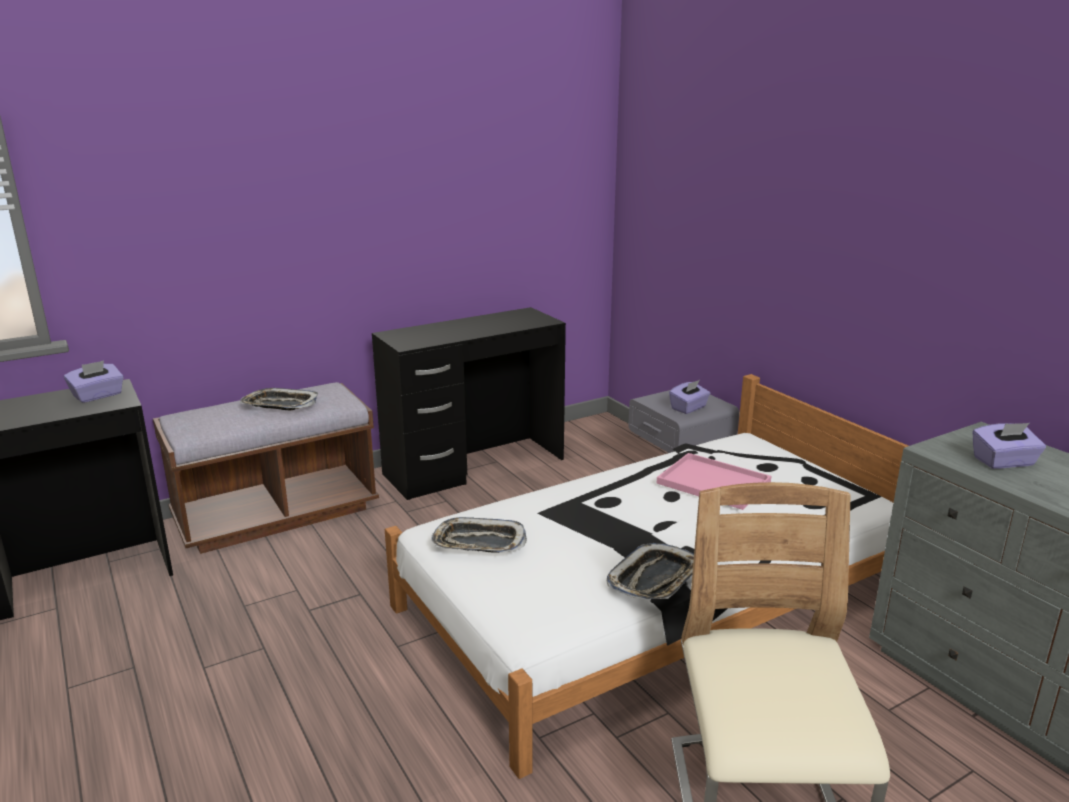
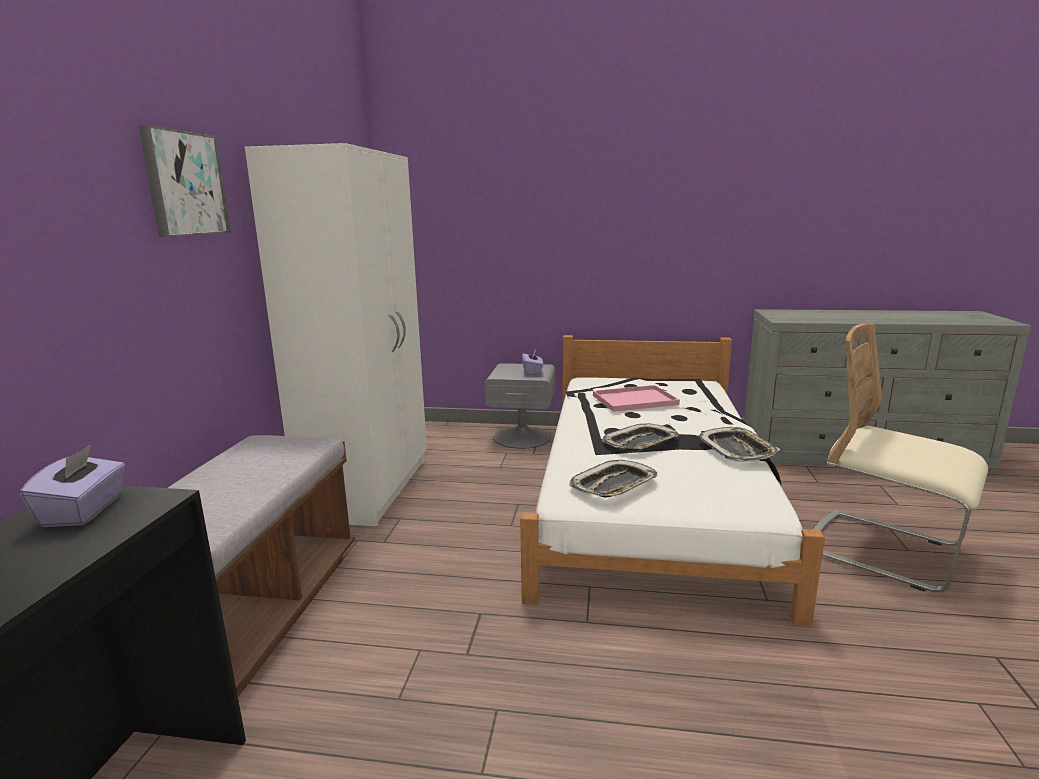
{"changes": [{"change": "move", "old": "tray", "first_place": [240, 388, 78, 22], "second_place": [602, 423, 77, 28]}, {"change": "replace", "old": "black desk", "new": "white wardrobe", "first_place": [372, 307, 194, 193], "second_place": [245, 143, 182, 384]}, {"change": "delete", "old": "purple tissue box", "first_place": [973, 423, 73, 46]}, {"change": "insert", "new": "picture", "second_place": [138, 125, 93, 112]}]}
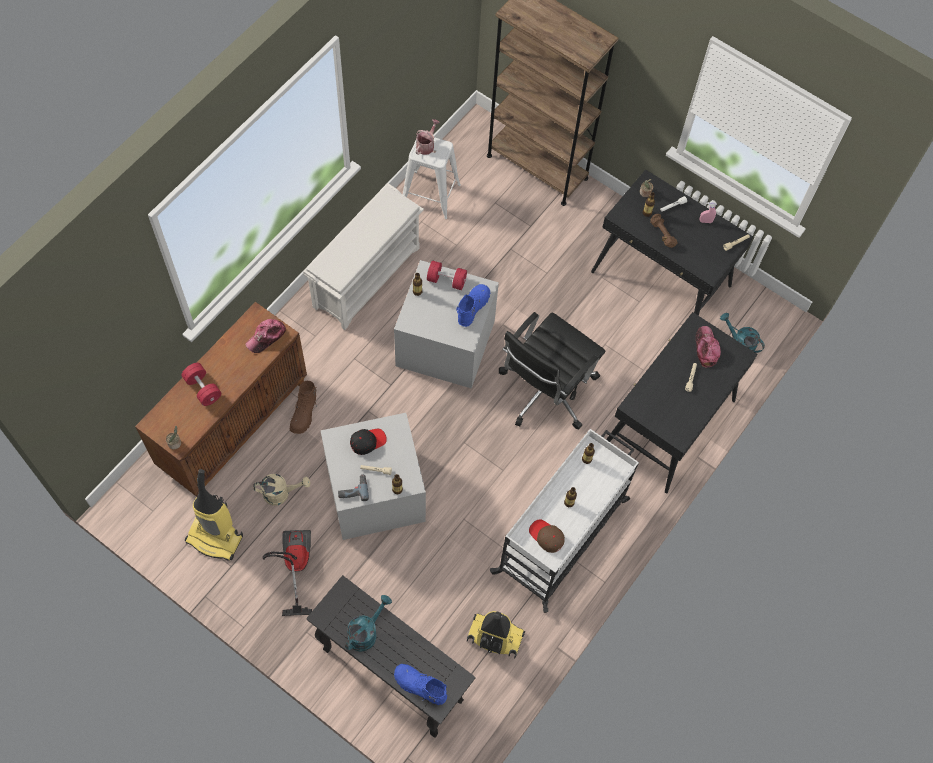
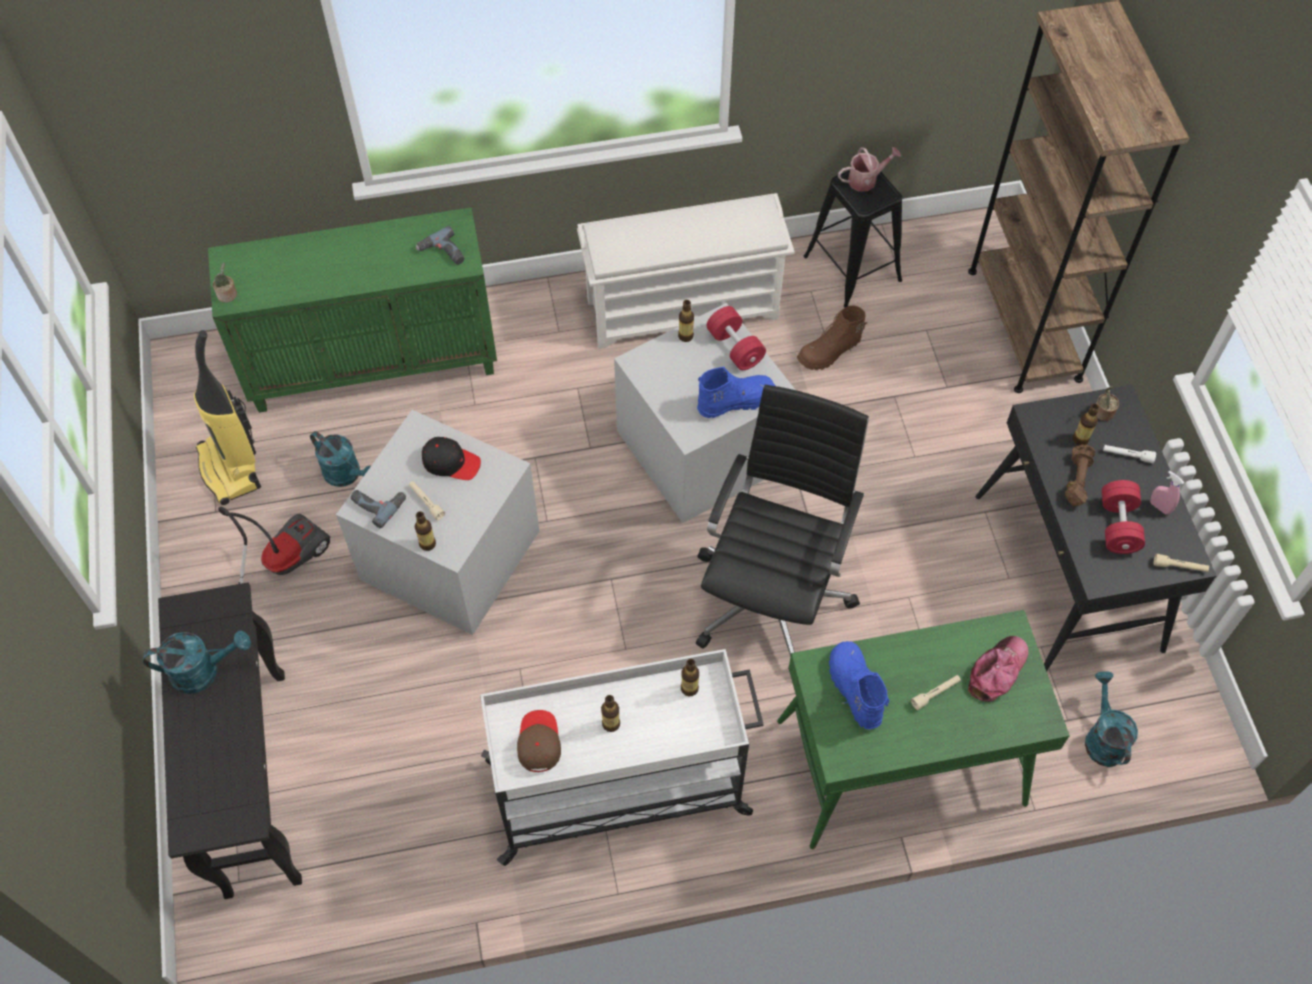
{"changes": [{"change": "recolor", "old": "brown cabinet", "new": "green cabinet", "first_place": [135, 302, 172, 194], "second_place": [208, 207, 289, 206]}, {"change": "move", "old": "red dumbbell", "first_place": [182, 363, 39, 43], "second_place": [1102, 480, 43, 74]}, {"change": "replace", "old": "cap", "new": "power drill", "first_place": [245, 319, 41, 34], "second_place": [416, 226, 48, 38]}, {"change": "recolor", "old": "beige watering can", "new": "turquoise watering can", "first_place": [253, 474, 57, 32], "second_place": [310, 431, 61, 56]}, {"change": "move", "old": "brown boot", "first_place": [289, 381, 28, 53], "second_place": [797, 305, 70, 65]}, {"change": "move", "old": "blue boot", "first_place": [394, 664, 53, 41], "second_place": [829, 641, 60, 88]}, {"change": "recolor", "old": "white stool", "new": "black stool", "first_place": [403, 137, 58, 82], "second_place": [804, 170, 98, 138]}, {"change": "delete", "old": "vacuum cleaner", "first_place": [467, 611, 58, 47]}, {"change": "rotate", "old": "black office chair", "first_place": [499, 312, 106, 118], "second_place": [696, 384, 173, 288], "degrees": 120}, {"change": "recolor", "old": "black desk", "new": "green desk", "first_place": [606, 312, 151, 181], "second_place": [777, 610, 293, 239]}]}
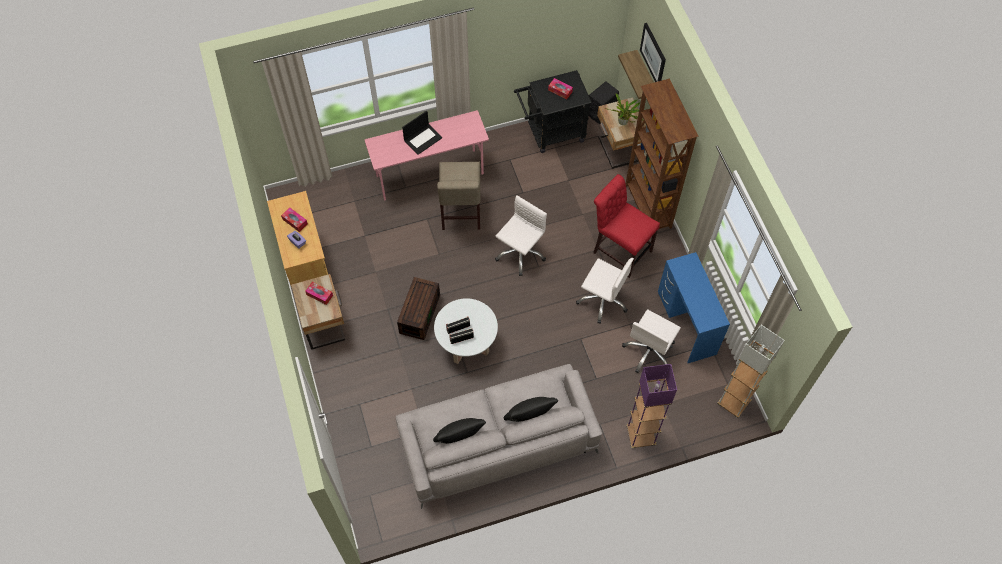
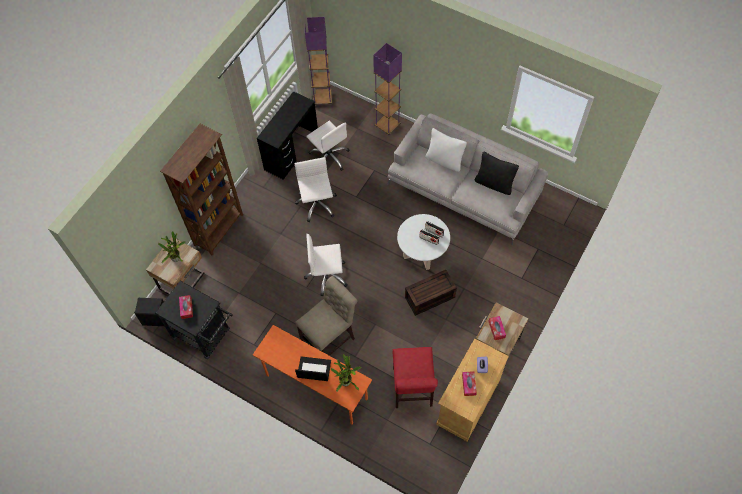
{"changes": [{"change": "recolor", "old": "pink desk", "new": "orange desk", "first_place": [365, 110, 124, 90], "second_place": [253, 325, 119, 100]}, {"change": "recolor", "old": "black pillow", "new": "white pillow", "first_place": [504, 397, 54, 25], "second_place": [425, 128, 42, 44]}, {"change": "move", "old": "red chair", "first_place": [593, 174, 67, 104], "second_place": [393, 347, 45, 61]}, {"change": "delete", "old": "shelf", "first_place": [618, 50, 36, 49]}, {"change": "rotate", "old": "white office chair", "first_place": [622, 309, 59, 64], "second_place": [306, 121, 43, 50], "degrees": 60}, {"change": "delete", "old": "picture", "first_place": [640, 23, 26, 59]}, {"change": "recolor", "old": "blue desk", "new": "black desk", "first_place": [658, 252, 72, 111], "second_place": [257, 91, 61, 89]}, {"change": "recolor", "old": "white floor lamp", "new": "purple floor lamp", "first_place": [717, 325, 68, 93], "second_place": [305, 17, 27, 88]}, {"change": "insert", "new": "potted plant", "second_place": [331, 354, 30, 38]}]}
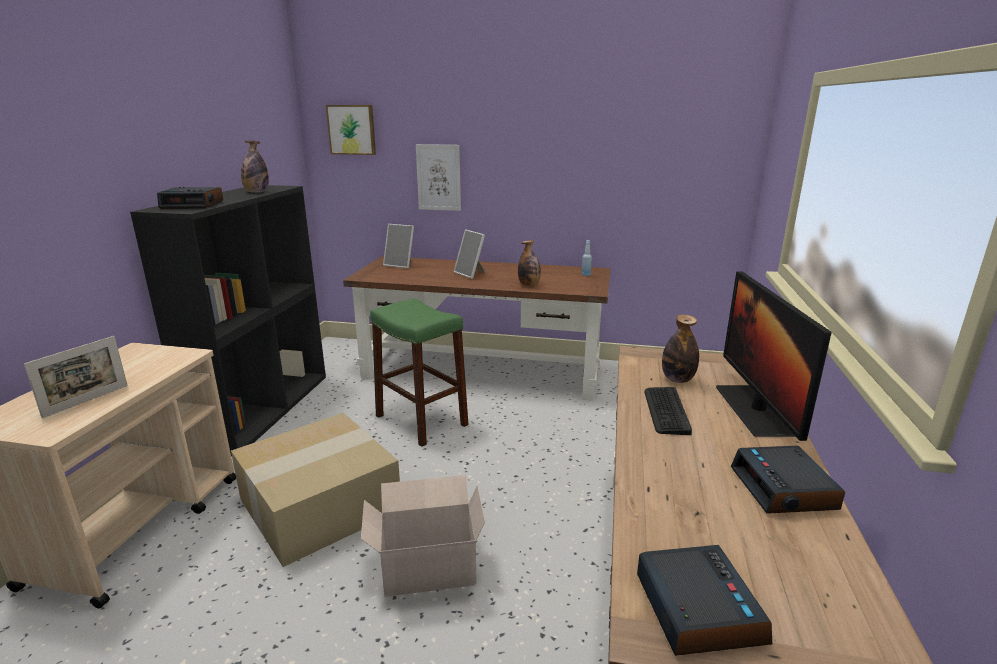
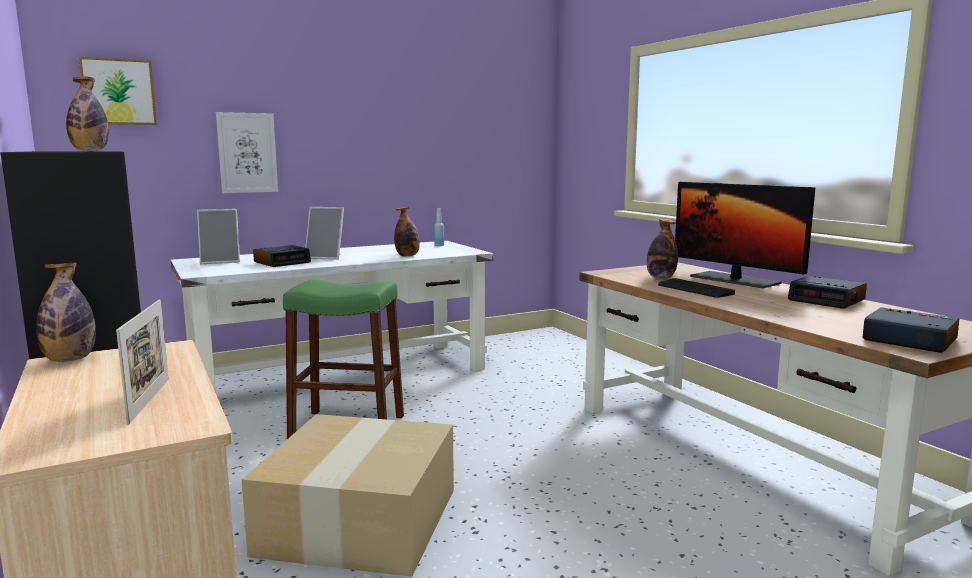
{"changes": [{"change": "move", "old": "alarm clock", "first_place": [157, 187, 66, 22], "second_place": [253, 245, 58, 22]}, {"change": "recolor", "old": "brown desk", "new": "white desk", "first_place": [343, 256, 268, 145], "second_place": [170, 241, 324, 152]}, {"change": "delete", "old": "cardboard box", "first_place": [361, 475, 124, 122]}, {"change": "insert", "new": "bottle", "second_place": [36, 263, 60, 99]}]}
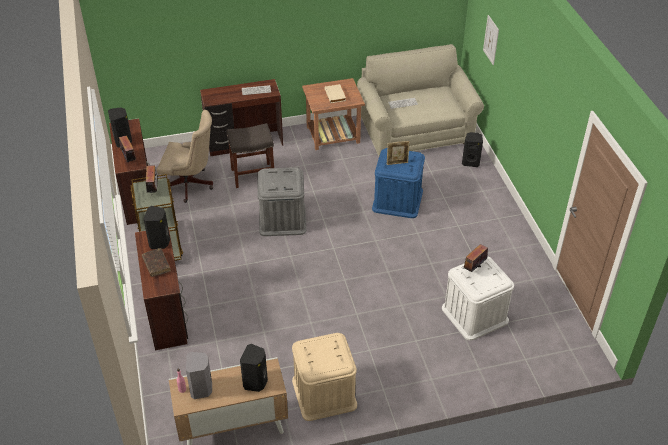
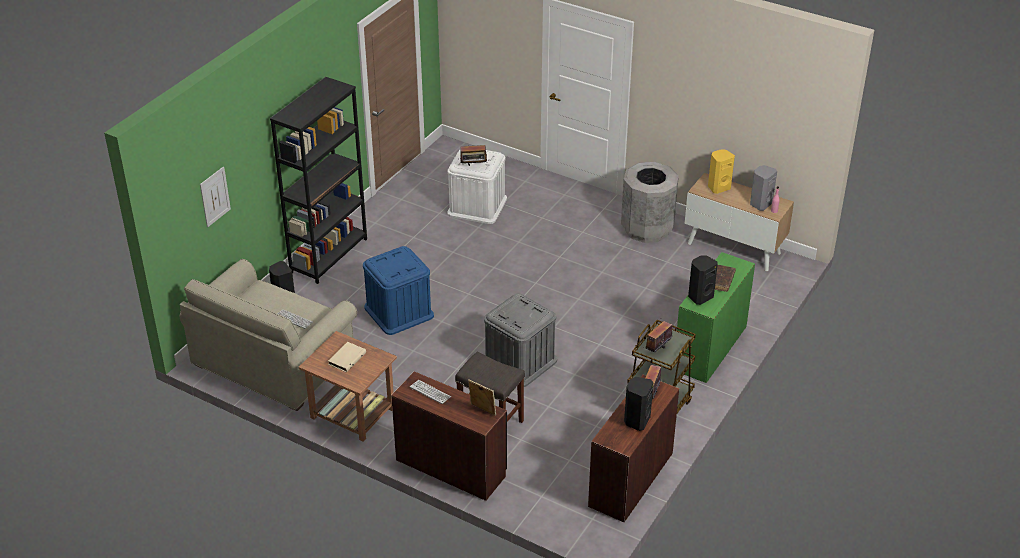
{"changes": [{"change": "recolor", "old": "brown desk", "new": "green desk", "first_place": [135, 227, 53, 123], "second_place": [677, 252, 78, 131]}, {"change": "delete", "old": "beige office chair", "first_place": [157, 110, 56, 93]}, {"change": "recolor", "old": "black speaker", "new": "yellow speaker", "first_place": [240, 344, 28, 48], "second_place": [708, 149, 27, 45]}, {"change": "replace", "old": "beige storage box", "new": "grey trash can", "first_place": [292, 333, 65, 88], "second_place": [621, 162, 58, 81]}, {"change": "move", "old": "picture frame", "first_place": [387, 141, 23, 24], "second_place": [468, 380, 28, 36]}, {"change": "insert", "new": "black bookcase", "second_place": [270, 77, 97, 207]}]}
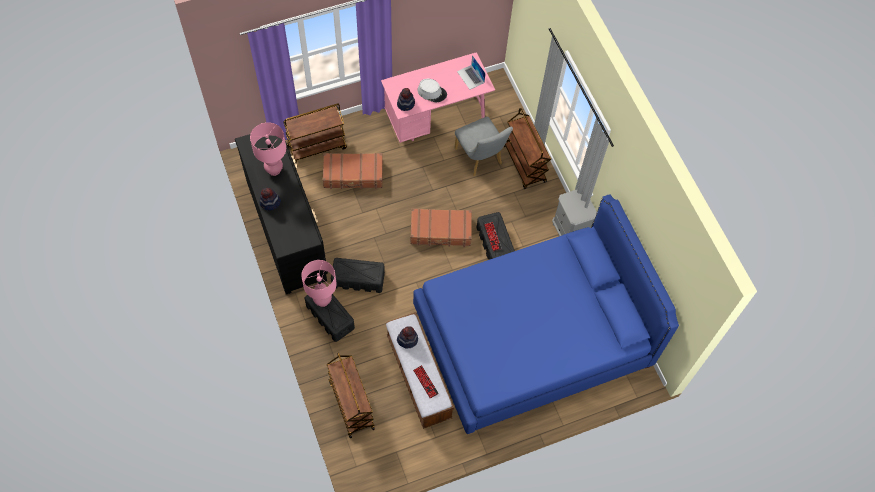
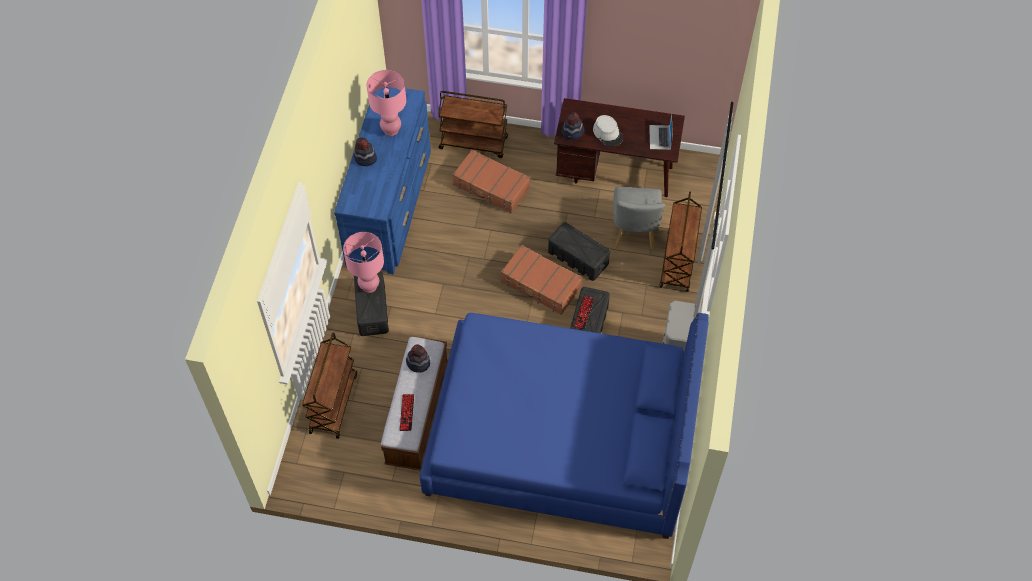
{"changes": [{"change": "recolor", "old": "black dresser", "new": "blue dresser", "first_place": [235, 134, 93, 160], "second_place": [334, 87, 97, 187]}, {"change": "move", "old": "black storage box", "first_place": [331, 258, 54, 35], "second_place": [548, 222, 62, 59]}, {"change": "recolor", "old": "pink desk", "new": "brown desk", "first_place": [381, 52, 114, 91], "second_place": [554, 98, 131, 99]}]}
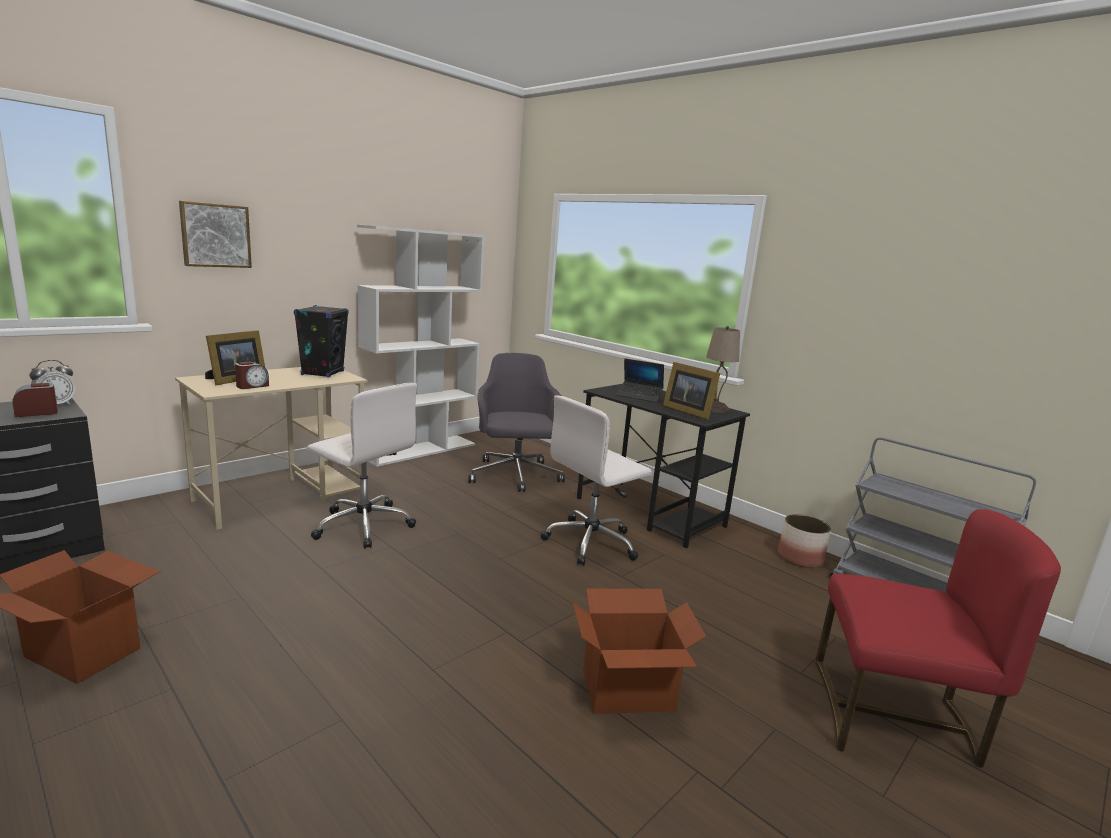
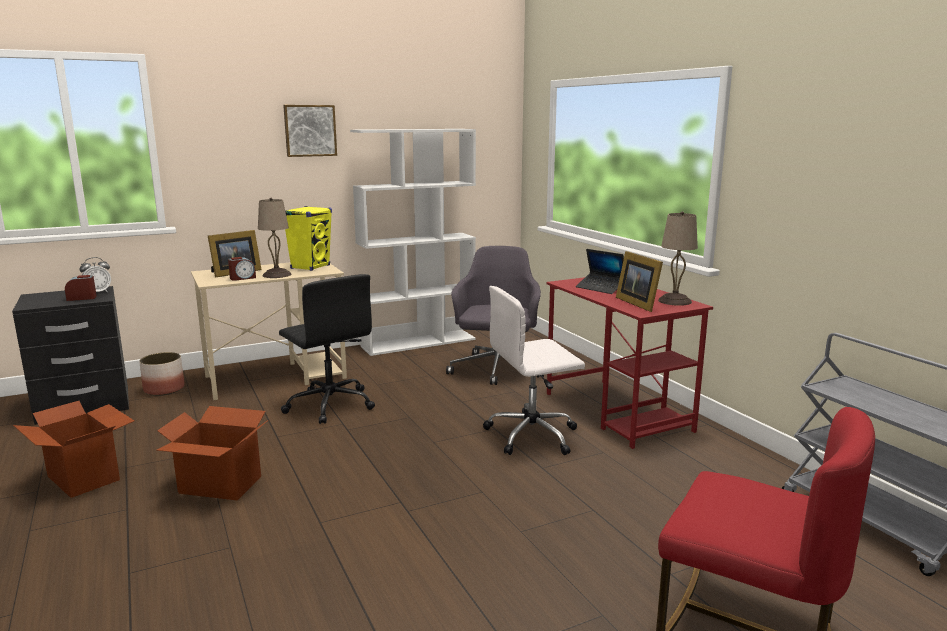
{"changes": [{"change": "move", "old": "picture", "first_place": [179, 201, 73, 67], "second_place": [283, 105, 54, 52]}, {"change": "recolor", "old": "black speaker", "new": "yellow speaker", "first_place": [294, 305, 55, 73], "second_place": [285, 206, 47, 65]}, {"change": "recolor", "old": "white office chair", "new": "black office chair", "first_place": [307, 383, 110, 166], "second_place": [279, 274, 96, 150]}, {"change": "move", "old": "cardboard box", "first_place": [573, 589, 133, 125], "second_place": [156, 406, 112, 94]}, {"change": "recolor", "old": "black desk", "new": "red desk", "first_place": [577, 384, 173, 164], "second_place": [546, 277, 167, 172]}, {"change": "move", "old": "planter", "first_place": [778, 514, 53, 54], "second_place": [139, 352, 46, 44]}, {"change": "insert", "new": "beige table lamp", "second_place": [258, 198, 33, 80]}]}
